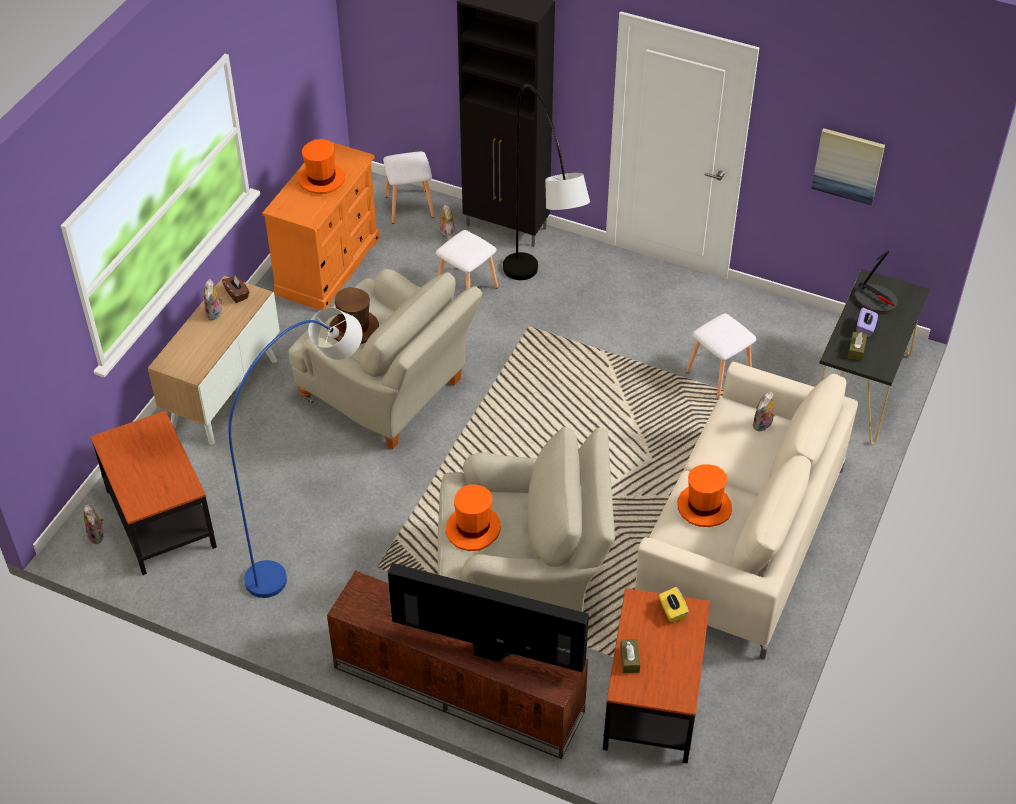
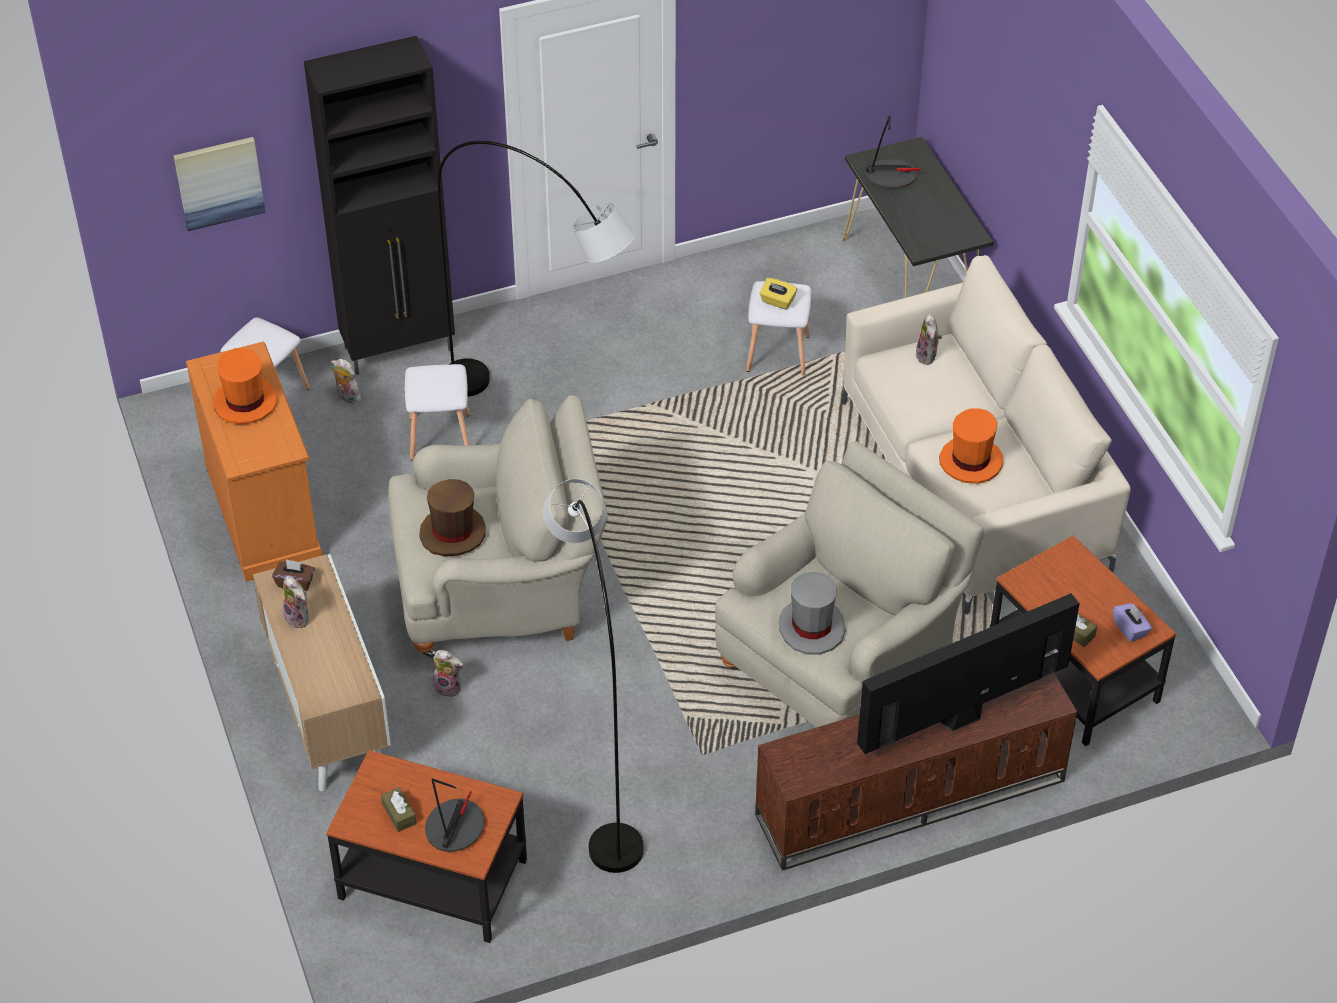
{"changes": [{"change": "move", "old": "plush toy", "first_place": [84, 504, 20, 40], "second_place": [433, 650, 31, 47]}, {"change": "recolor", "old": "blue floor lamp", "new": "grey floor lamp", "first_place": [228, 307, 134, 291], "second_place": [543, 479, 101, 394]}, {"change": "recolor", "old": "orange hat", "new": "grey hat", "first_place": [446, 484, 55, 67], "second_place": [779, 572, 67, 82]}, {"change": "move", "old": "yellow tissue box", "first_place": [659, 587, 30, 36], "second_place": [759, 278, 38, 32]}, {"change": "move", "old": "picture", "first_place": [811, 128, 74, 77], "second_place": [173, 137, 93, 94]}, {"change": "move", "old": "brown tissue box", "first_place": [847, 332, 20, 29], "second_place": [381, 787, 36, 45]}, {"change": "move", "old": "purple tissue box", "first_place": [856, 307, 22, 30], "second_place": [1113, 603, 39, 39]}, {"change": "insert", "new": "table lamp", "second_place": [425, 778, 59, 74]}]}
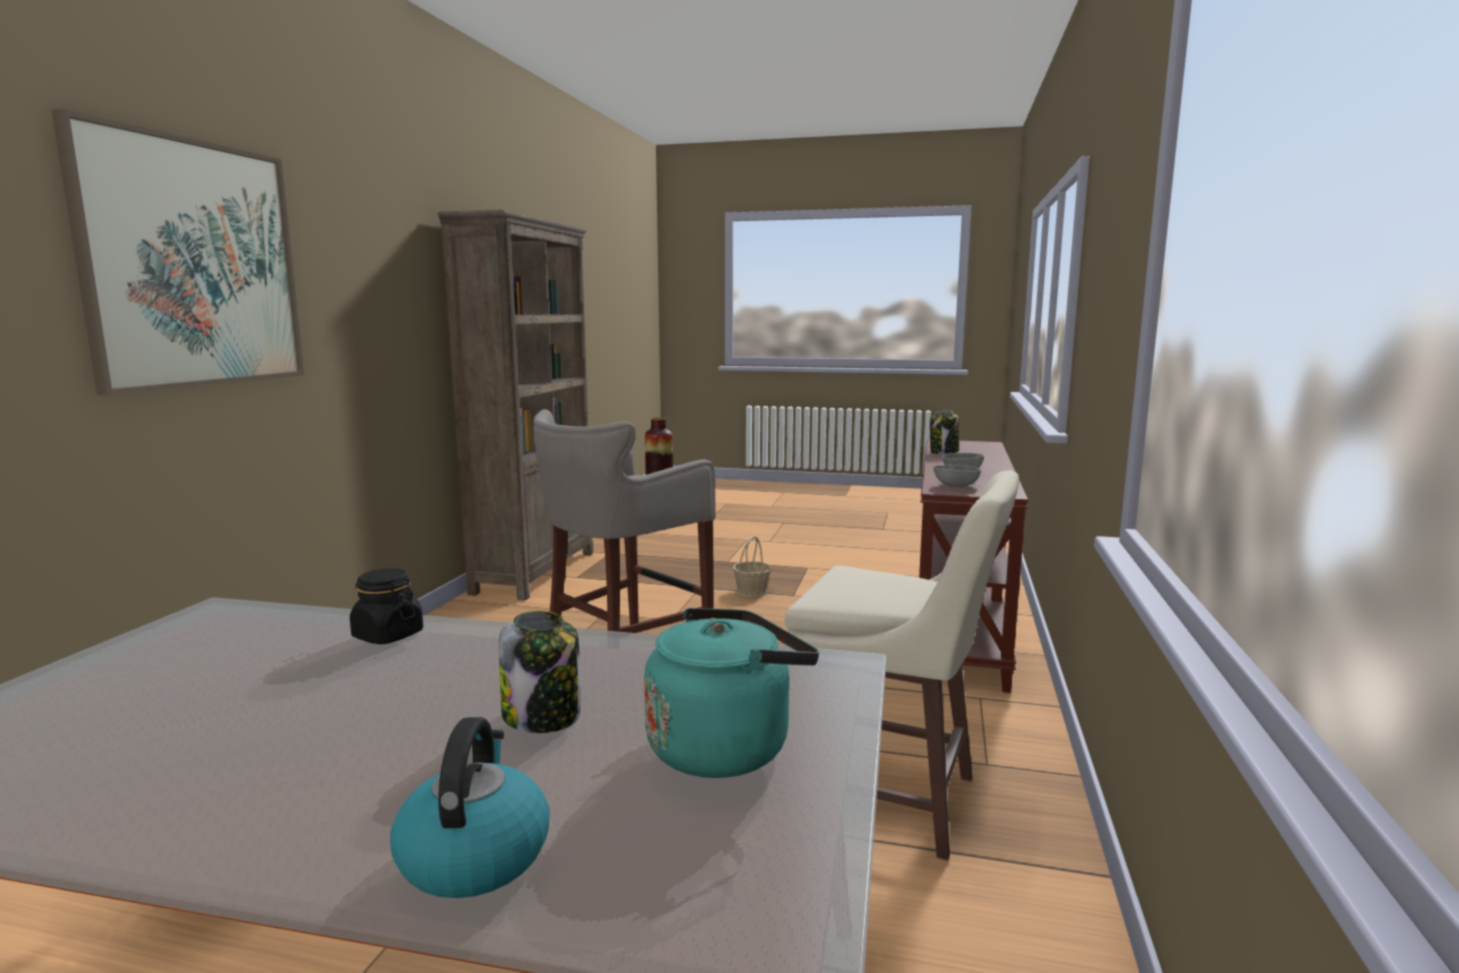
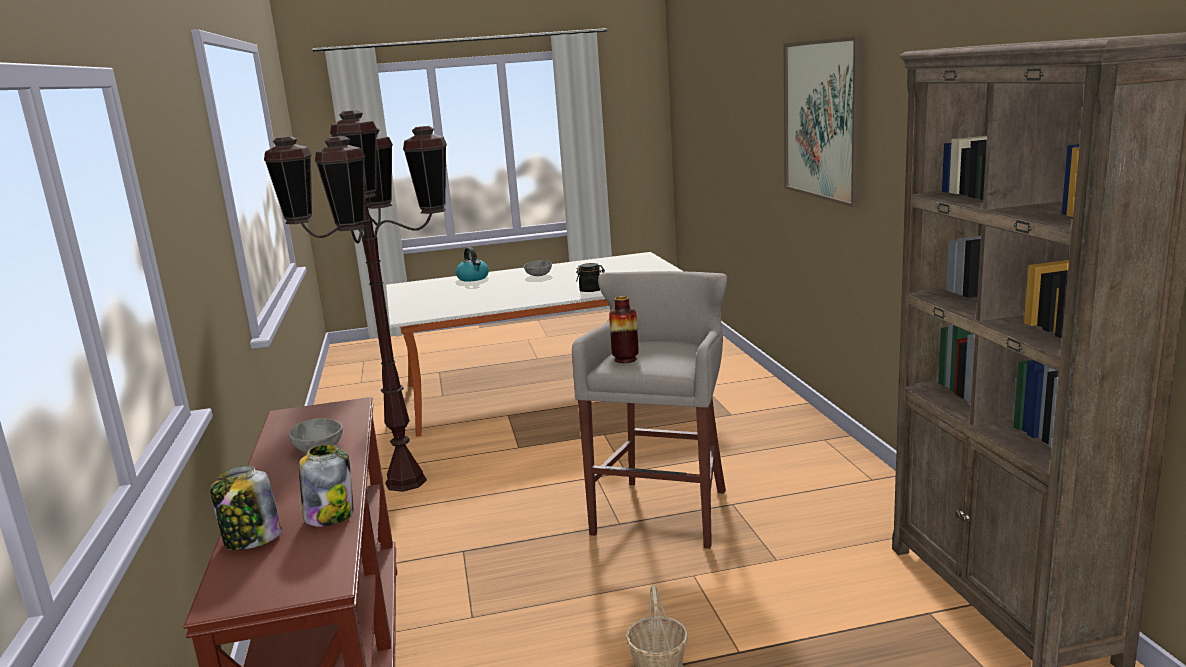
{"changes": [{"change": "move", "old": "jar", "first_place": [499, 611, 81, 122], "second_place": [210, 466, 72, 84]}, {"change": "delete", "old": "turquoise kettle", "first_place": [644, 608, 175, 170]}, {"change": "replace", "old": "beige stool", "new": "brown floor lamp", "first_place": [783, 471, 236, 389], "second_place": [264, 110, 183, 382]}, {"change": "move", "old": "grey bowl", "first_place": [933, 465, 48, 22], "second_place": [524, 260, 28, 16]}]}
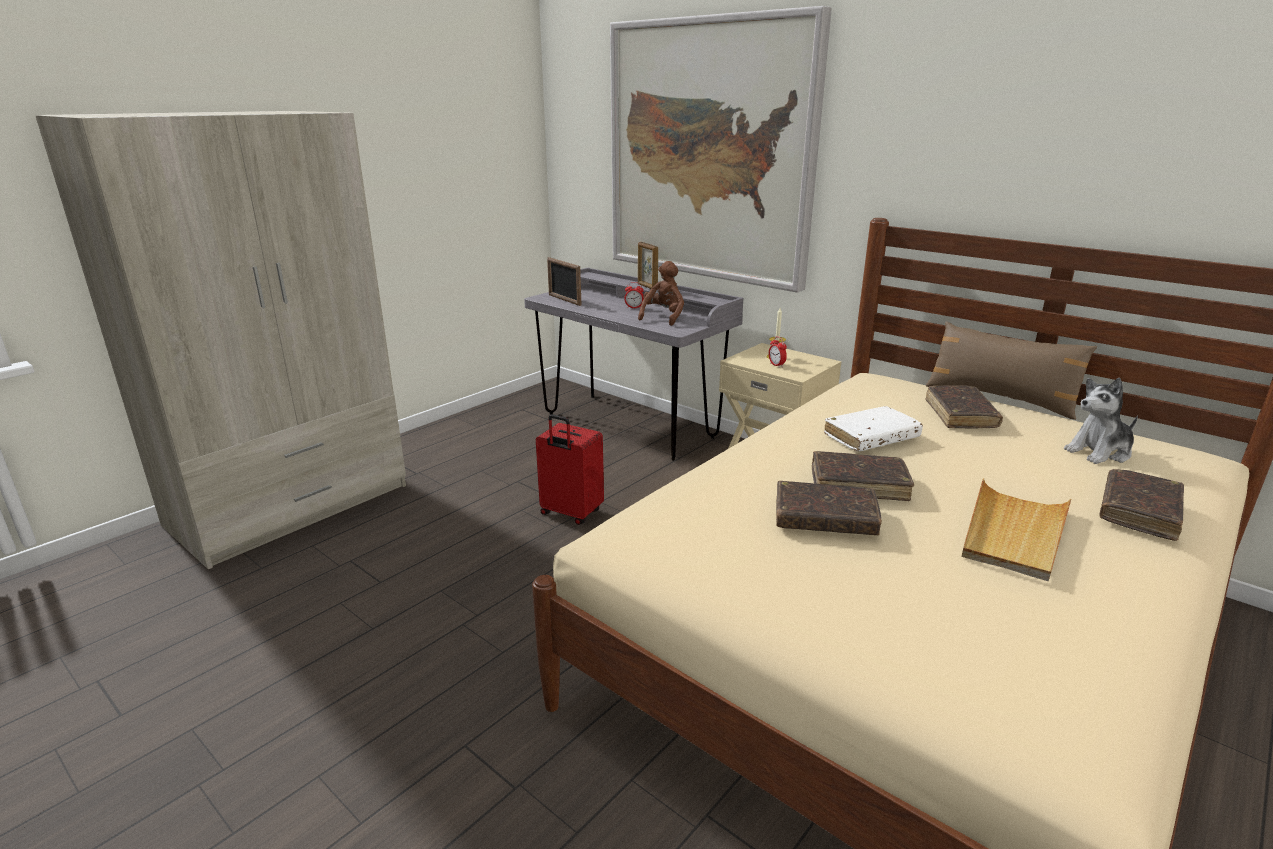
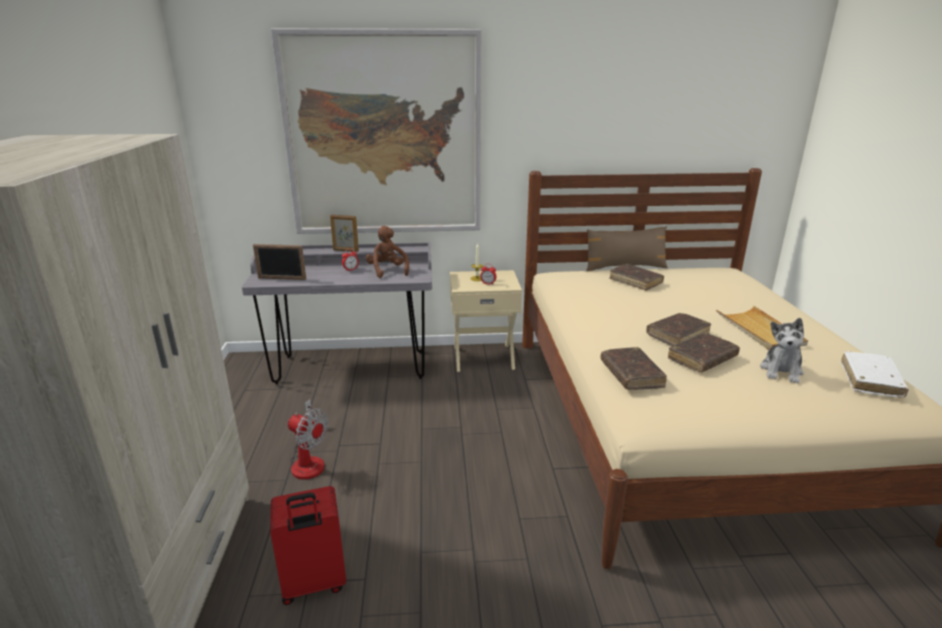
{"changes": [{"change": "move", "old": "red suitcase", "first_place": [536, 414, 68, 111], "second_place": [270, 486, 76, 119]}, {"change": "move", "old": "white book", "first_place": [824, 406, 99, 45], "second_place": [841, 351, 68, 47]}, {"change": "move", "old": "plush toy", "first_place": [1064, 378, 74, 86], "second_place": [760, 318, 44, 66]}, {"change": "move", "old": "brown book", "first_place": [1099, 469, 85, 72], "second_place": [601, 347, 66, 43]}, {"change": "insert", "new": "fan", "second_place": [288, 399, 40, 80]}]}
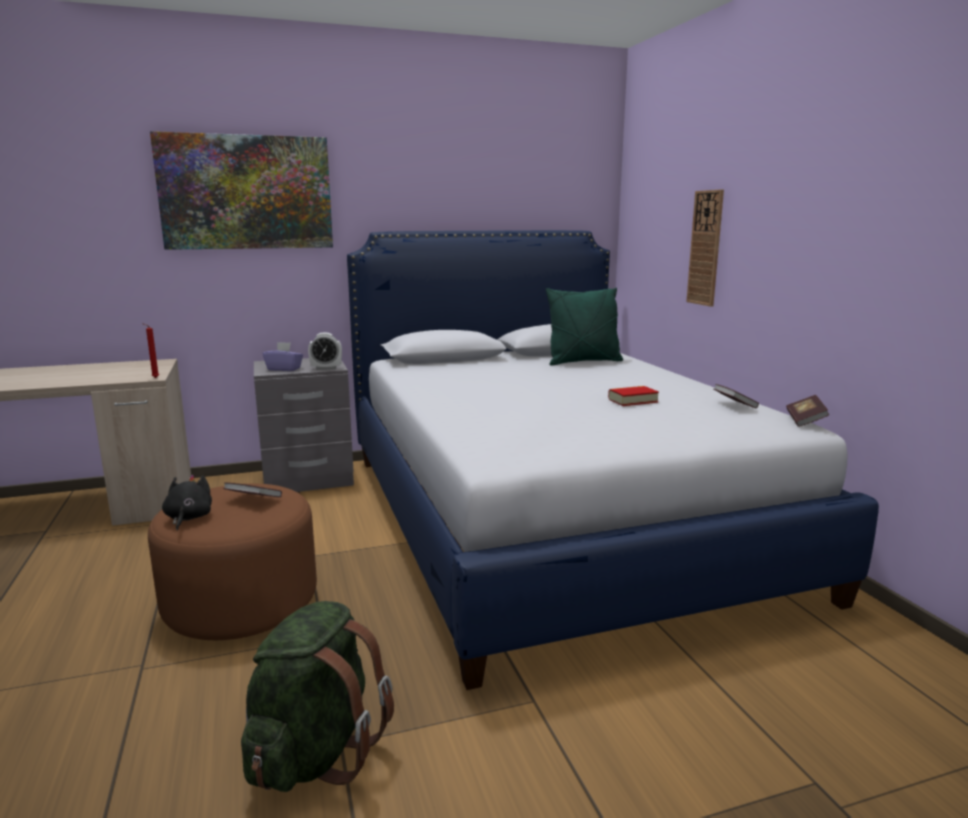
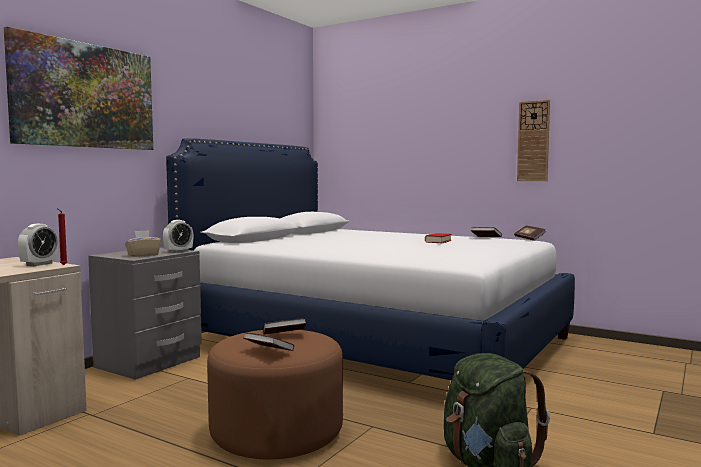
{"changes": [{"change": "replace", "old": "black plush toy", "new": "book", "first_place": [162, 475, 50, 56], "second_place": [243, 332, 51, 19]}, {"change": "recolor", "old": "purple tissue box", "new": "beige tissue box", "first_place": [263, 342, 40, 29], "second_place": [125, 230, 36, 27]}, {"change": "delete", "old": "green pillow", "first_place": [546, 288, 77, 78]}, {"change": "move", "old": "wall clock", "first_place": [686, 190, 38, 117], "second_place": [517, 100, 33, 81]}, {"change": "insert", "new": "alarm clock", "second_place": [18, 224, 40, 42]}]}
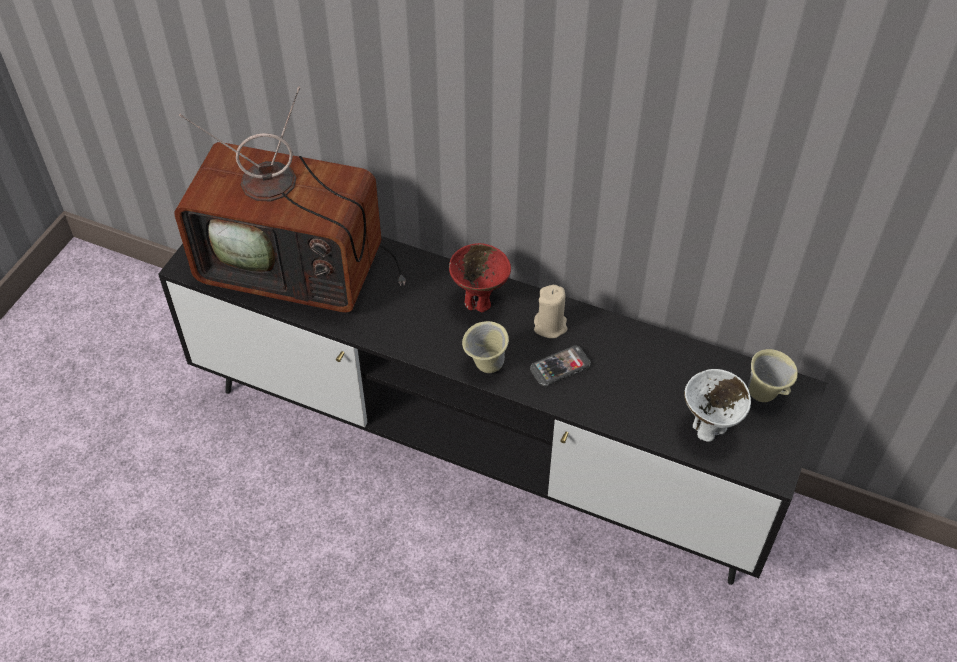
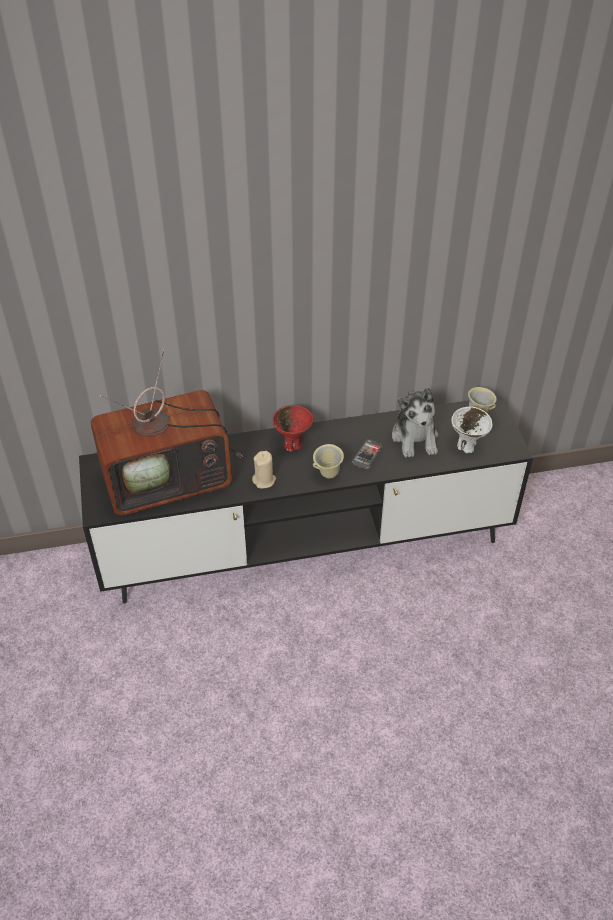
{"changes": [{"change": "move", "old": "beige candle", "first_place": [534, 285, 34, 53], "second_place": [252, 451, 24, 37]}, {"change": "insert", "new": "plush toy", "second_place": [392, 388, 46, 70]}]}
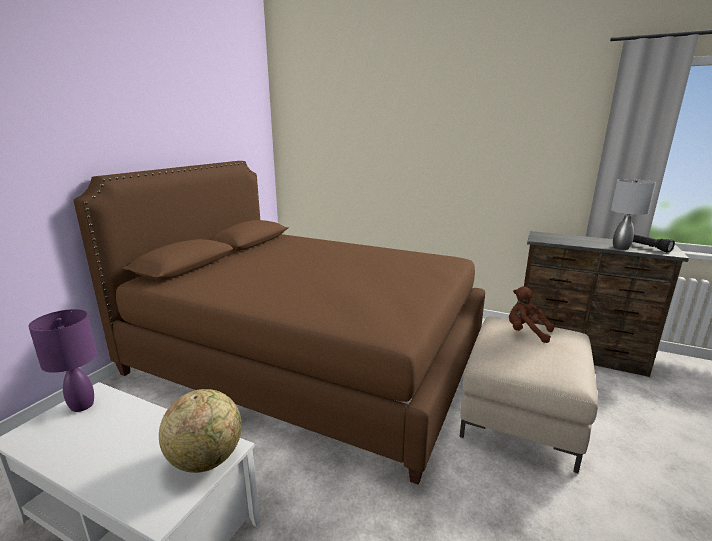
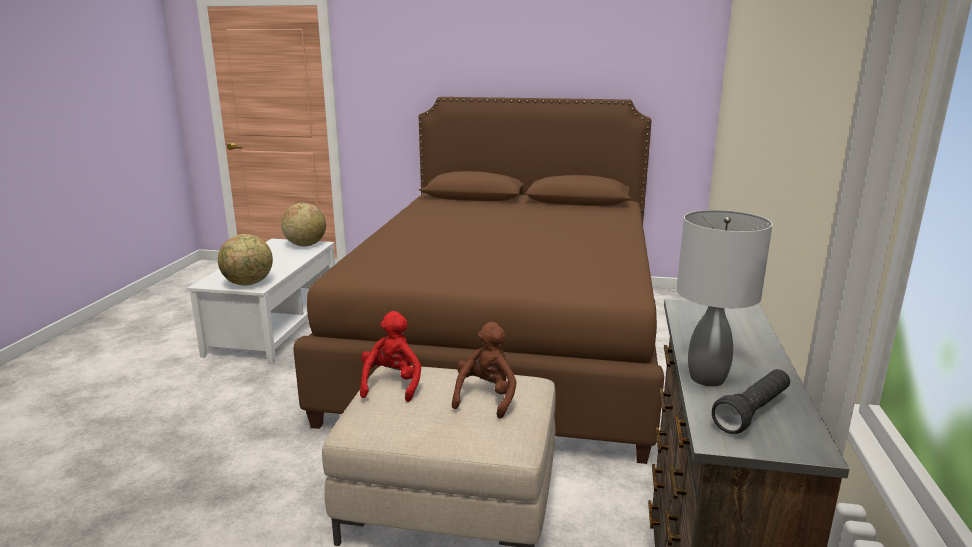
{"changes": [{"change": "replace", "old": "purple table lamp", "new": "globe", "first_place": [28, 309, 69, 103], "second_place": [281, 203, 45, 43]}, {"change": "insert", "new": "red plush toy", "second_place": [360, 311, 61, 91]}]}
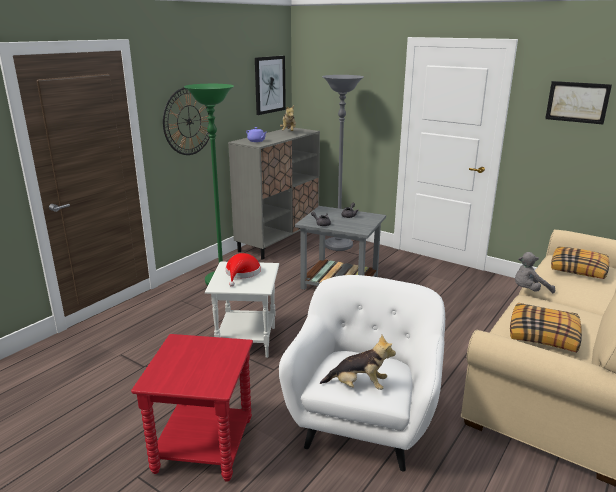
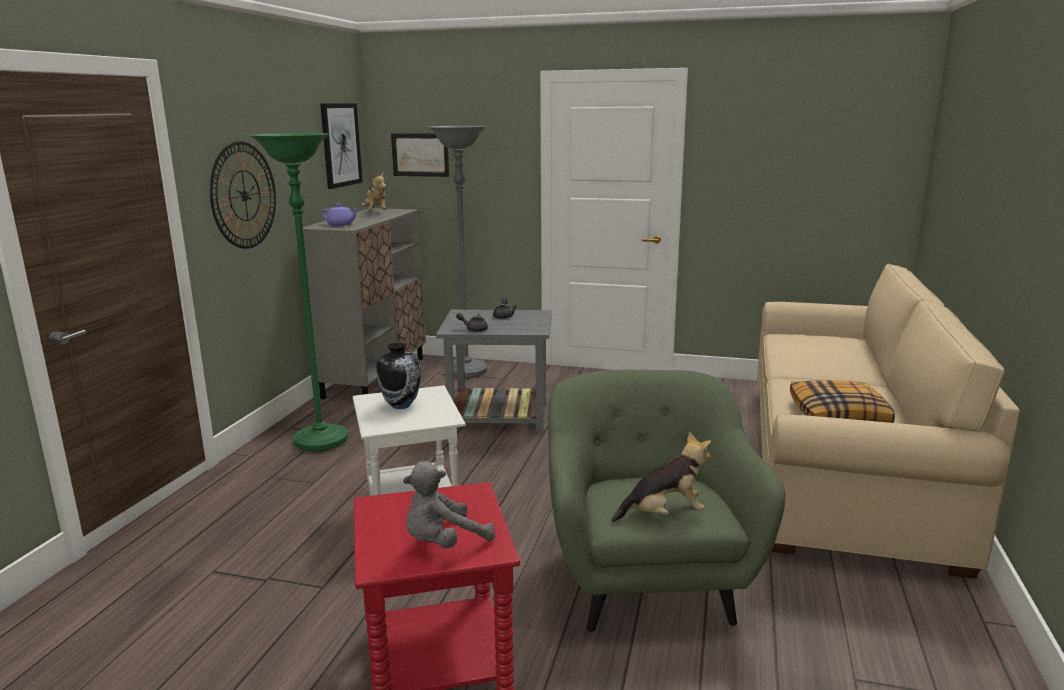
{"changes": [{"change": "replace", "old": "red hat", "new": "vase", "first_place": [226, 253, 35, 34], "second_place": [377, 342, 44, 67]}, {"change": "recolor", "old": "white armchair", "new": "green armchair", "first_place": [279, 275, 166, 197], "second_place": [548, 370, 237, 262]}, {"change": "move", "old": "grey plush toy", "first_place": [515, 252, 40, 41], "second_place": [403, 461, 92, 88]}, {"change": "move", "old": "picture", "first_place": [545, 81, 67, 43], "second_place": [391, 134, 58, 43]}, {"change": "delete", "old": "pillow", "first_place": [551, 246, 58, 33]}]}
